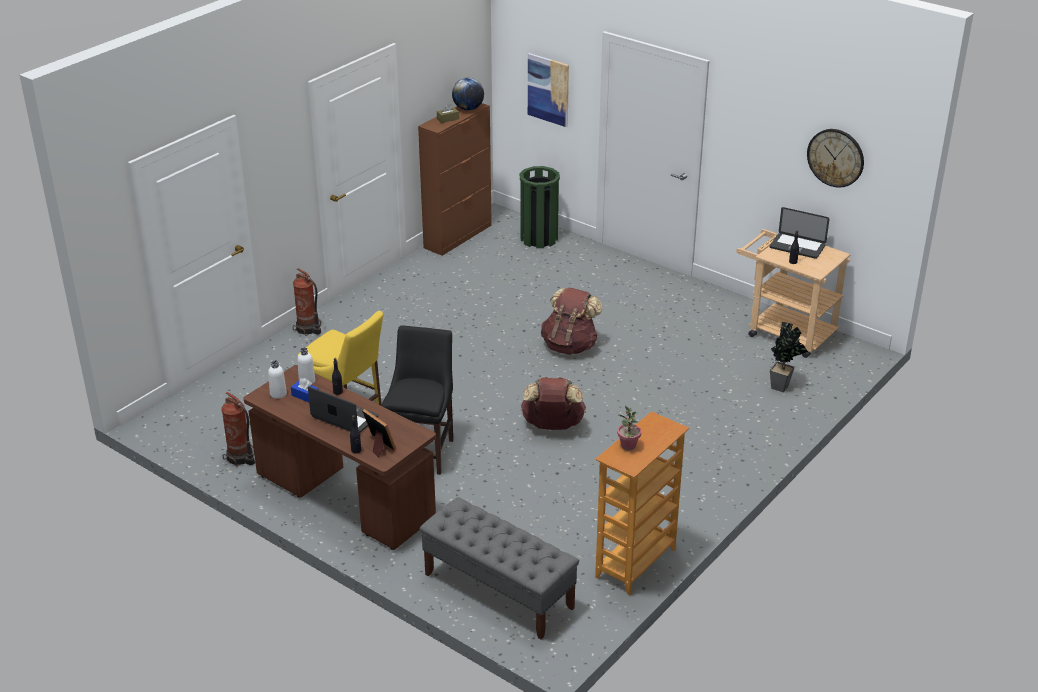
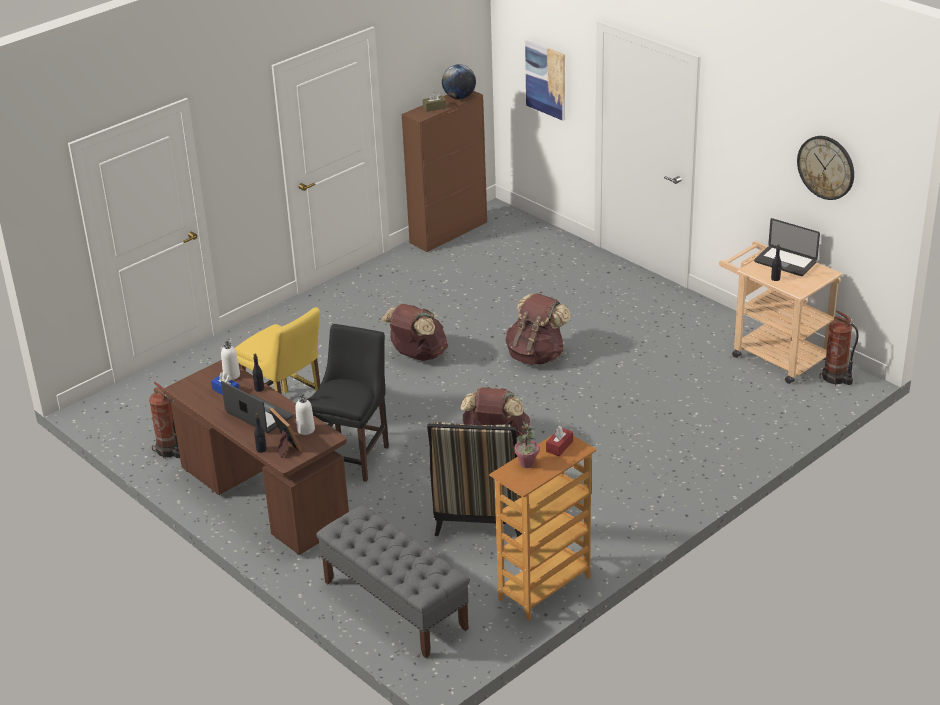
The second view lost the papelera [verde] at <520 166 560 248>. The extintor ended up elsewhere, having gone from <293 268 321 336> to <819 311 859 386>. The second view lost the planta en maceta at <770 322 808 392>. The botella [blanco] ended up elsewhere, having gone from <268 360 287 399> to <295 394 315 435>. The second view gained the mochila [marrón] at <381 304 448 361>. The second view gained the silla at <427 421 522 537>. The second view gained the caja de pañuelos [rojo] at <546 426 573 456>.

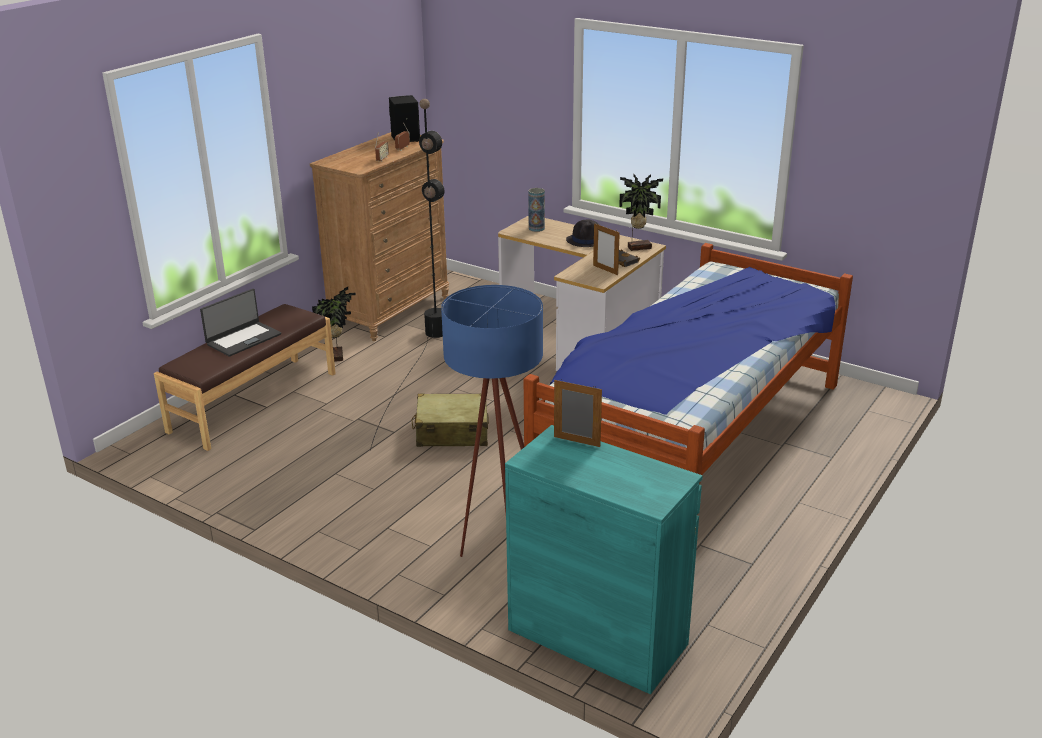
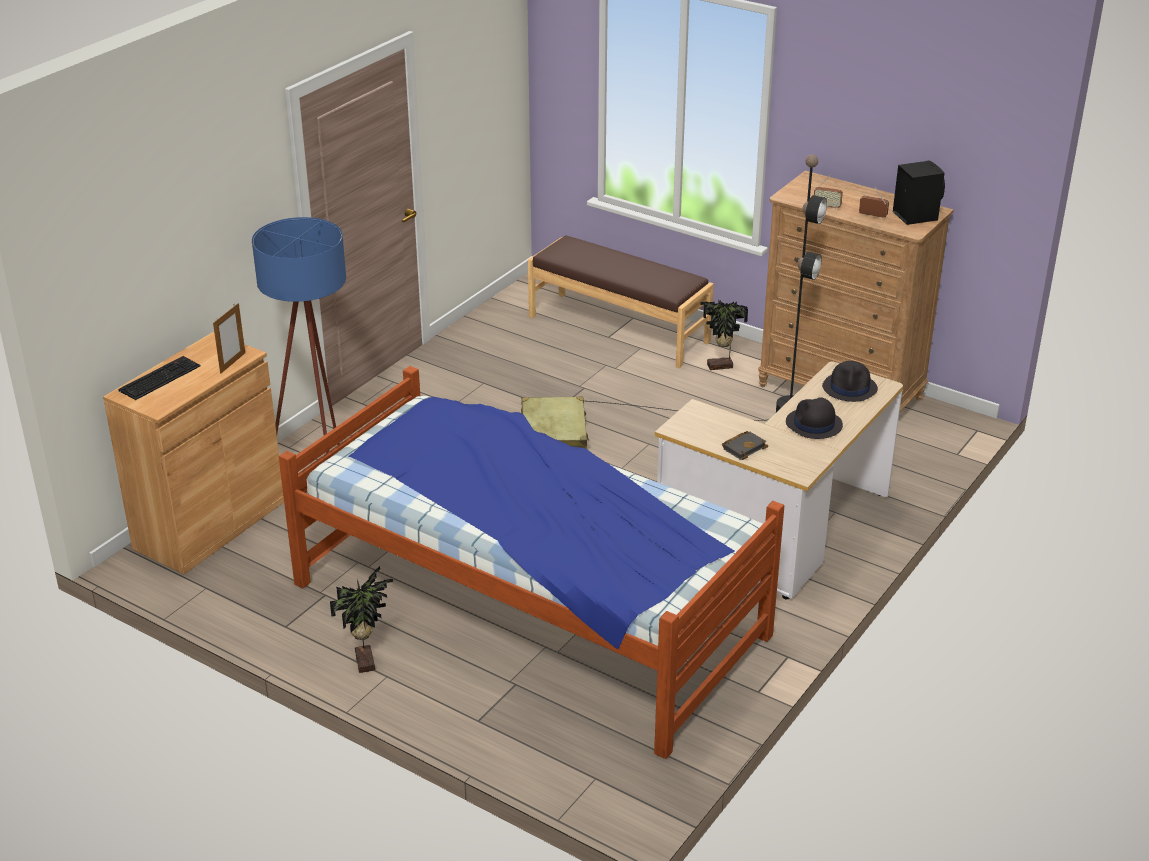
The planta en maceta ended up elsewhere, having gone from <619 173 663 251> to <330 566 393 673>. Where the florero stood at <528 188 545 232>, the sombrero [negro] came to stand at <822 361 878 402>. The second view lost the portarretratos at <593 223 620 275>. The second view lost the portátil at <200 289 281 356>. What was the armario [turquesa] at <505 425 703 694> turned into the armario [marrón] at <103 332 284 574>. The second view gained the teclado at <118 356 200 400>.

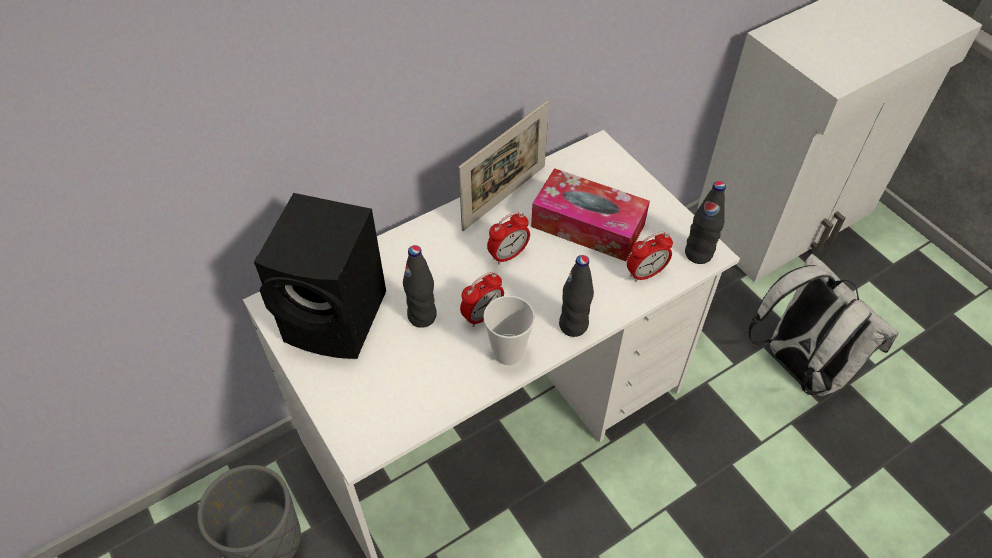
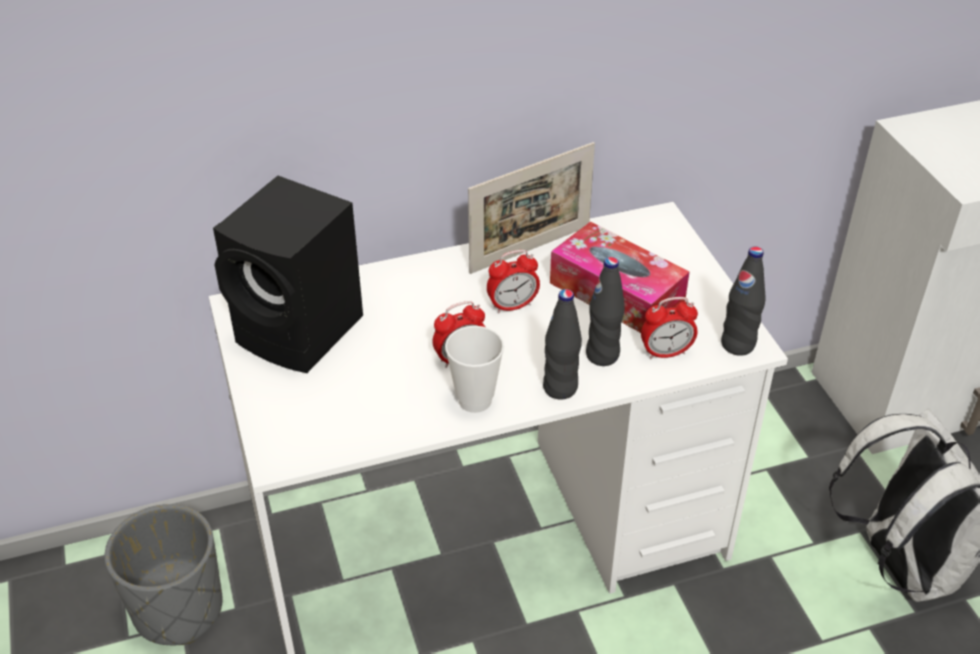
The botella [negro] ended up elsewhere, having gone from <403 245 437 328> to <586 257 625 366>.

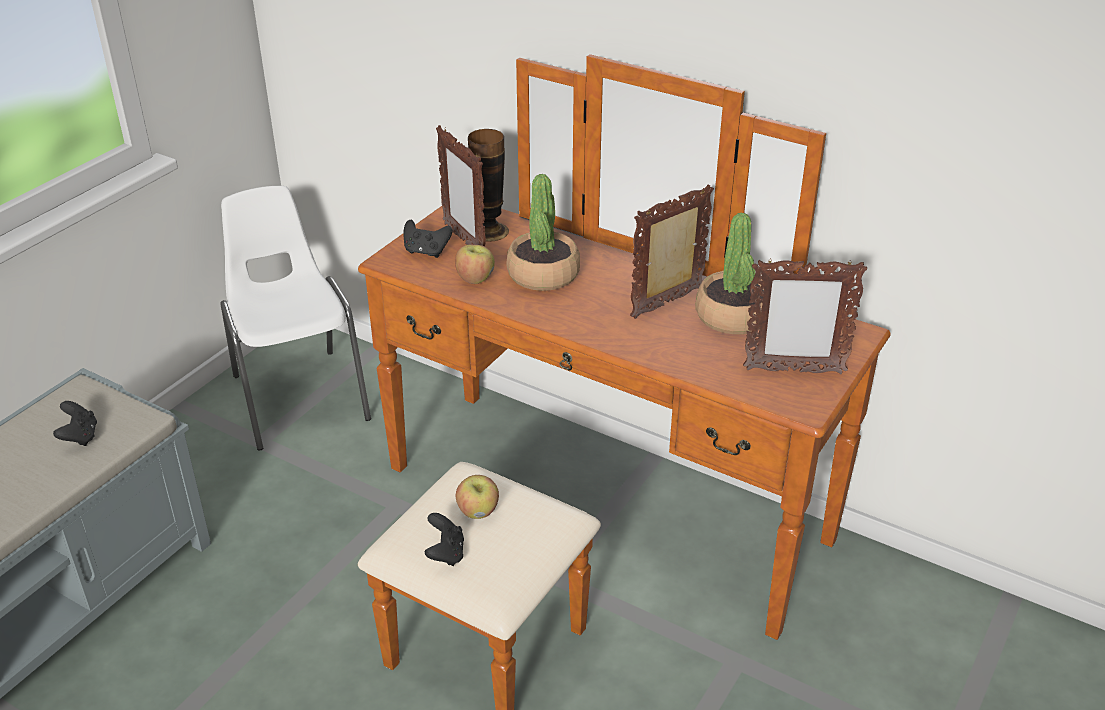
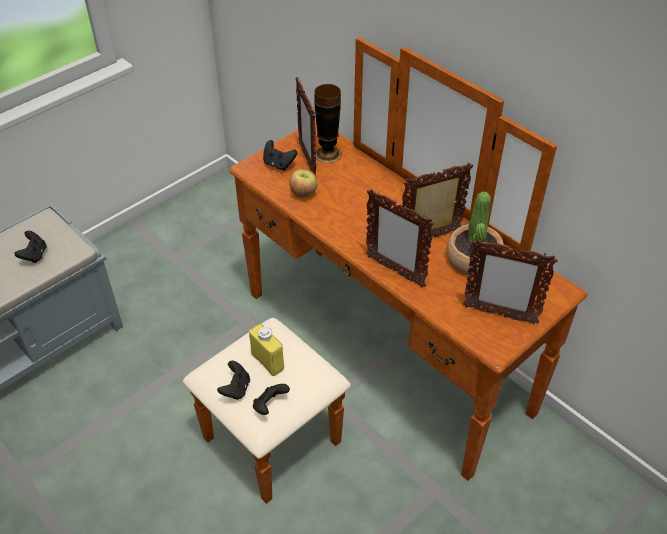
The second view lost the planta en maceta at <507 174 580 291>. The second view lost the silla [blanco] at <220 186 371 451>. Where the manzana stood at <456 475 499 519>, the botella [amarillo] came to stand at <249 324 284 376>. The second view gained the portarretratos at <366 189 434 287>. The second view gained the mando de consola [negro] at <253 384 290 415>.

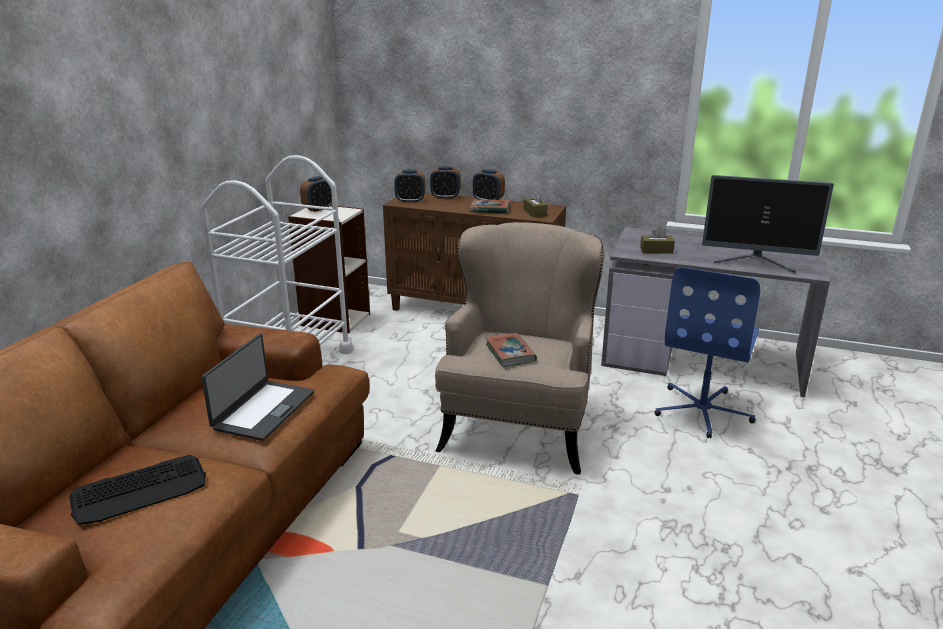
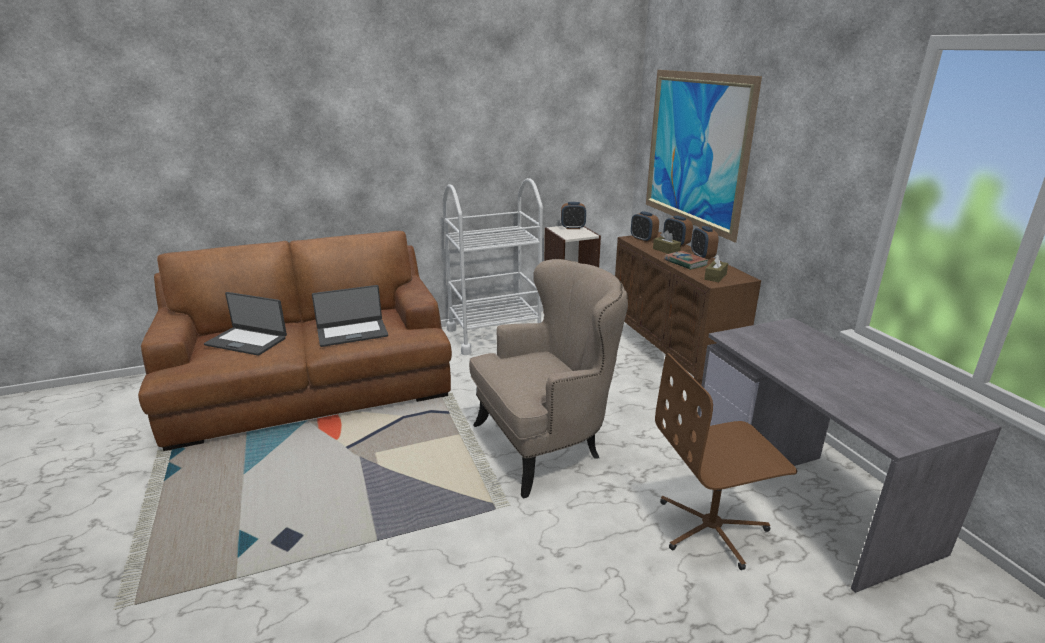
The second view lost the monitor at <702 175 834 273>. The caja de pañuelos [marrón] ended up elsewhere, having gone from <640 226 675 254> to <653 230 681 254>. What was the silla de oficina [azul] at <654 267 760 438> turned into the silla de oficina [marrón] at <655 353 797 570>. The second view lost the libro at <485 333 537 367>. Where the teclado stood at <69 455 206 525>, the portátil came to stand at <204 292 287 356>. The second view gained the cuadro at <646 70 762 243>.

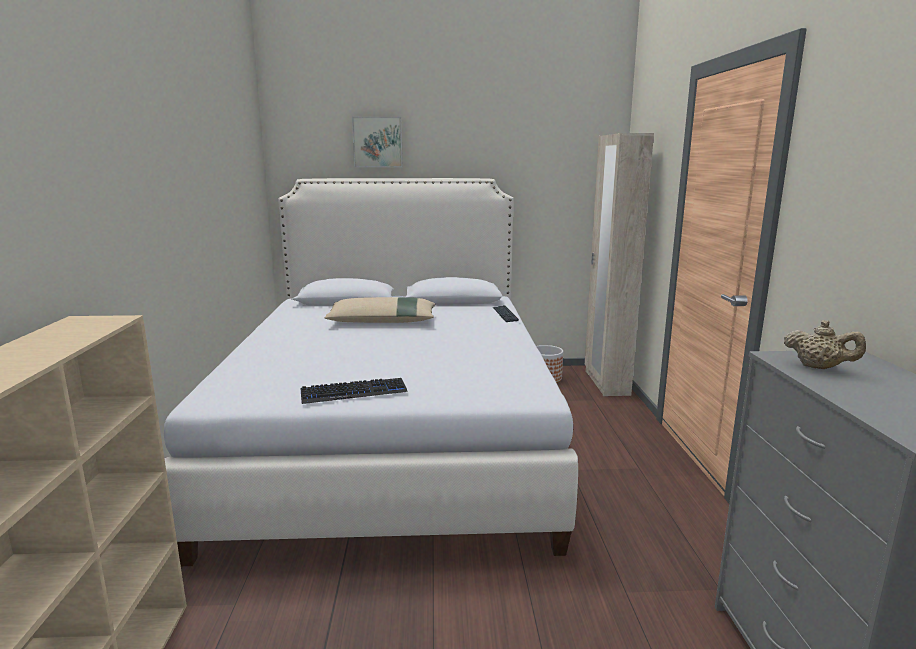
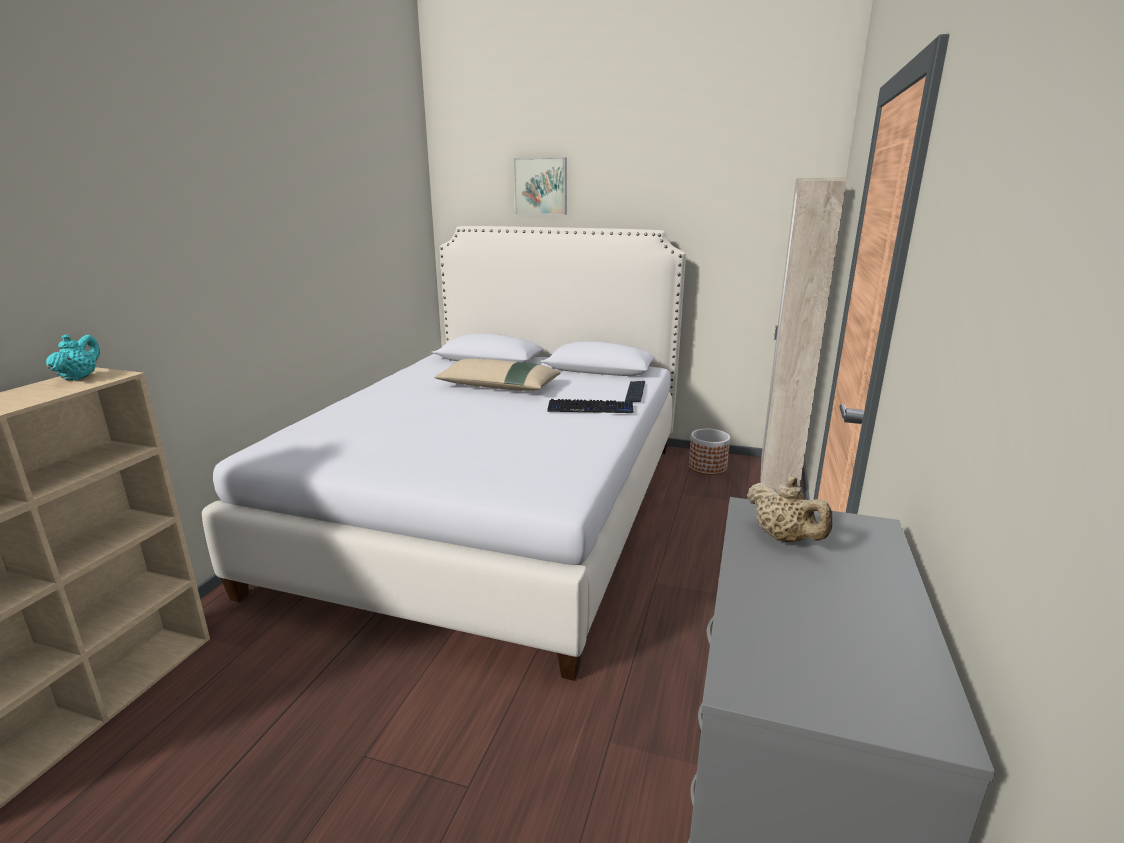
The teclado ended up elsewhere, having gone from <300 378 408 404> to <547 399 634 413>. The second view gained the tetera [turquesa] at <46 334 100 381>.

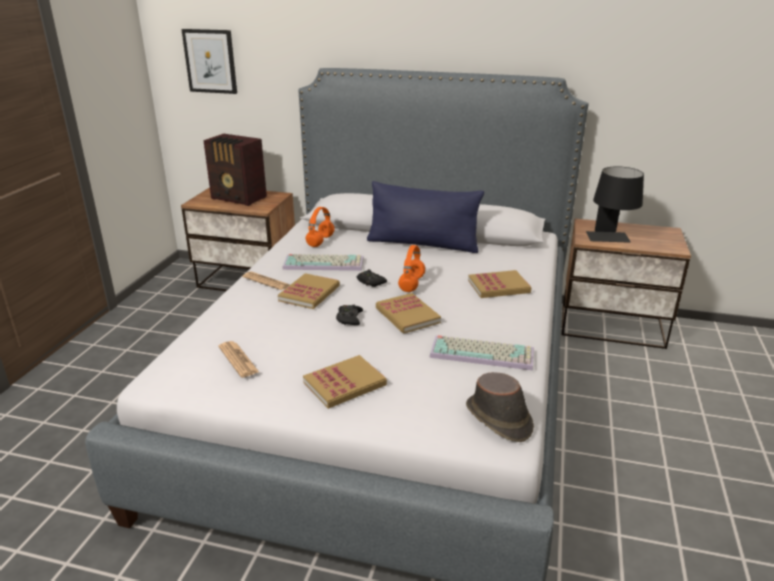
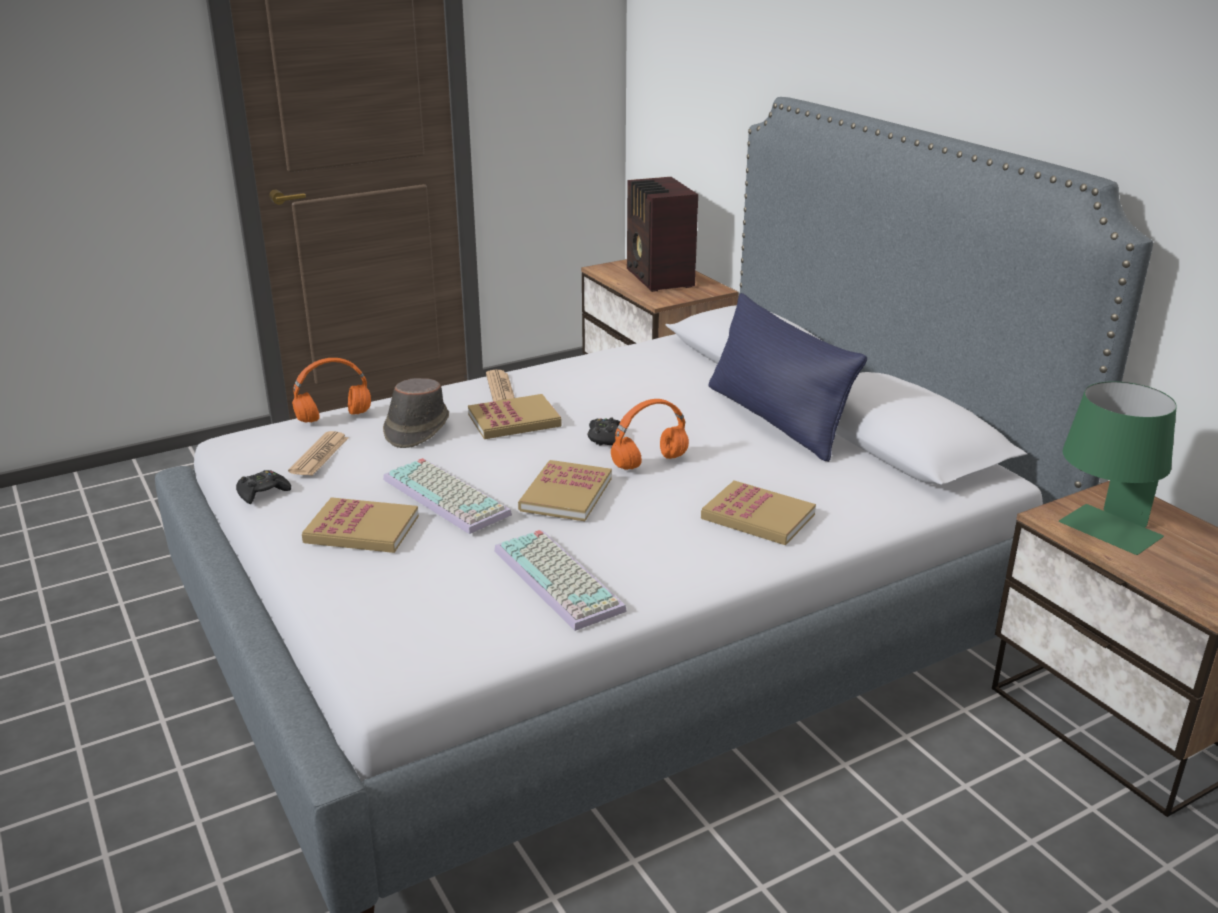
The second view lost the cuadro at <181 29 237 94>. What was the lámpara de mesa [negro] at <586 166 644 243> turned into the lámpara de mesa [verde] at <1059 381 1177 555>. The auriculares [naranja] ended up elsewhere, having gone from <306 207 335 247> to <292 358 371 423>. The teclado ended up elsewhere, having gone from <282 254 364 271> to <383 458 512 534>. The mando de consola [negro] ended up elsewhere, having gone from <336 305 363 325> to <236 470 291 504>. The sombrero [marrón] ended up elsewhere, having gone from <466 372 534 442> to <383 378 449 448>.

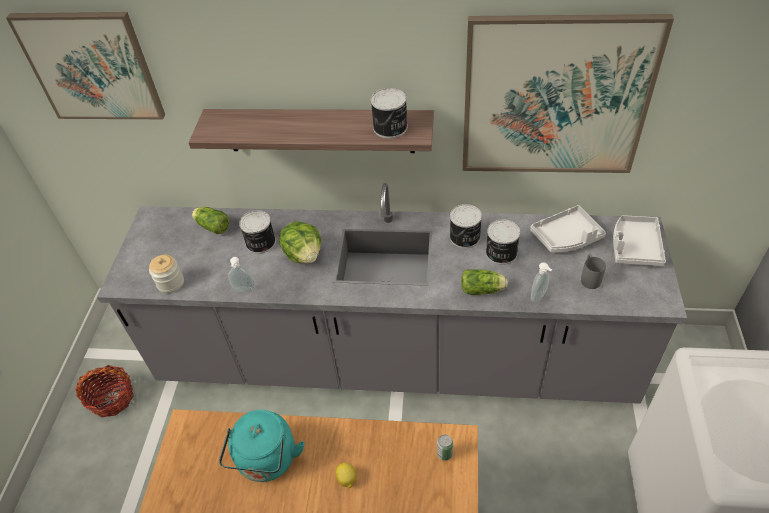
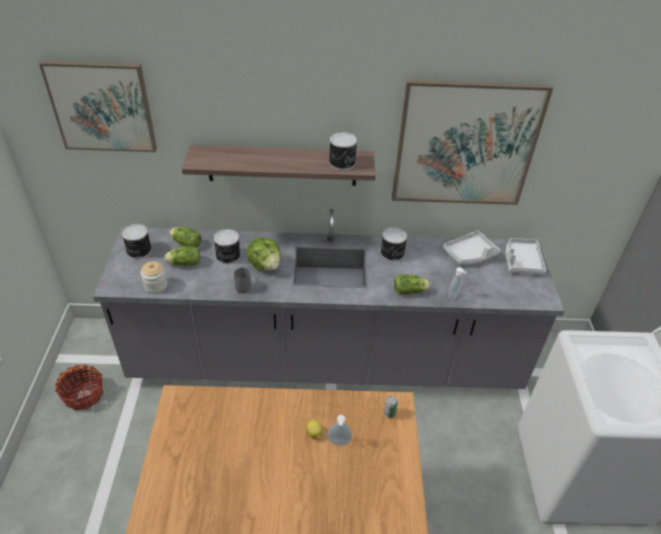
The lata ended up elsewhere, having gone from <486 219 520 265> to <122 224 152 259>. The taza grande [gris] ended up elsewhere, having gone from <581 254 606 289> to <234 266 251 293>. The dispensador de jabón ended up elsewhere, having gone from <228 257 255 293> to <328 415 352 445>. The second view lost the hervidor [turquesa] at <219 410 305 482>. The second view gained the lechuga at <165 246 200 266>.

